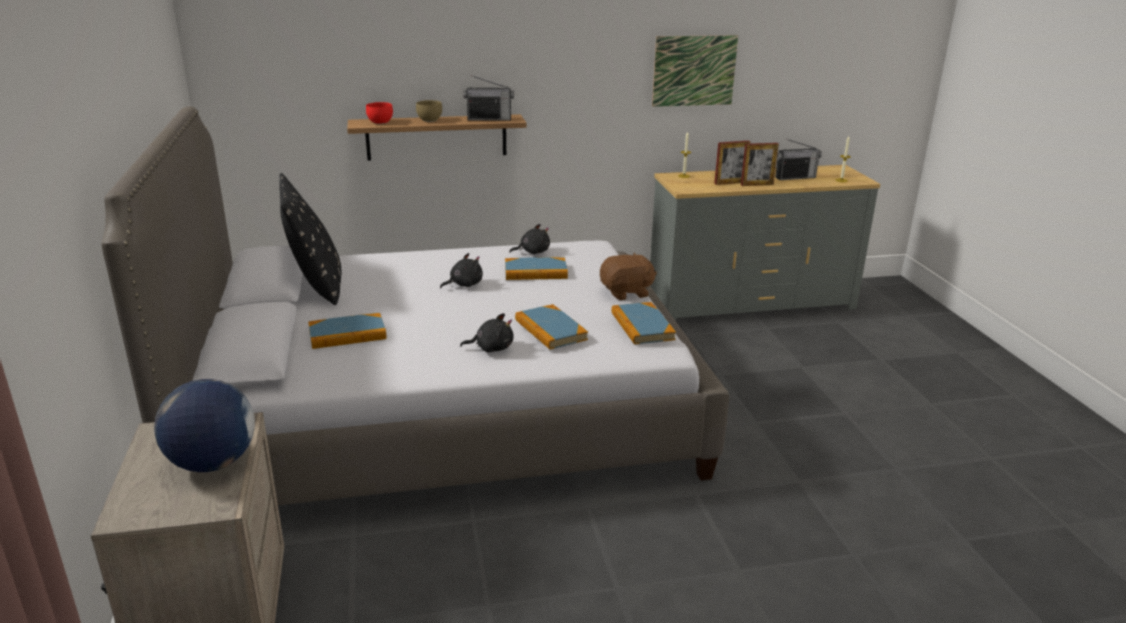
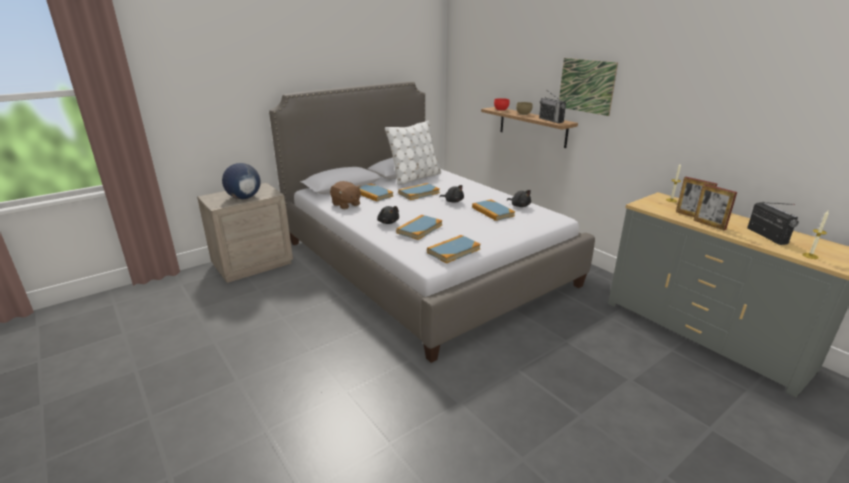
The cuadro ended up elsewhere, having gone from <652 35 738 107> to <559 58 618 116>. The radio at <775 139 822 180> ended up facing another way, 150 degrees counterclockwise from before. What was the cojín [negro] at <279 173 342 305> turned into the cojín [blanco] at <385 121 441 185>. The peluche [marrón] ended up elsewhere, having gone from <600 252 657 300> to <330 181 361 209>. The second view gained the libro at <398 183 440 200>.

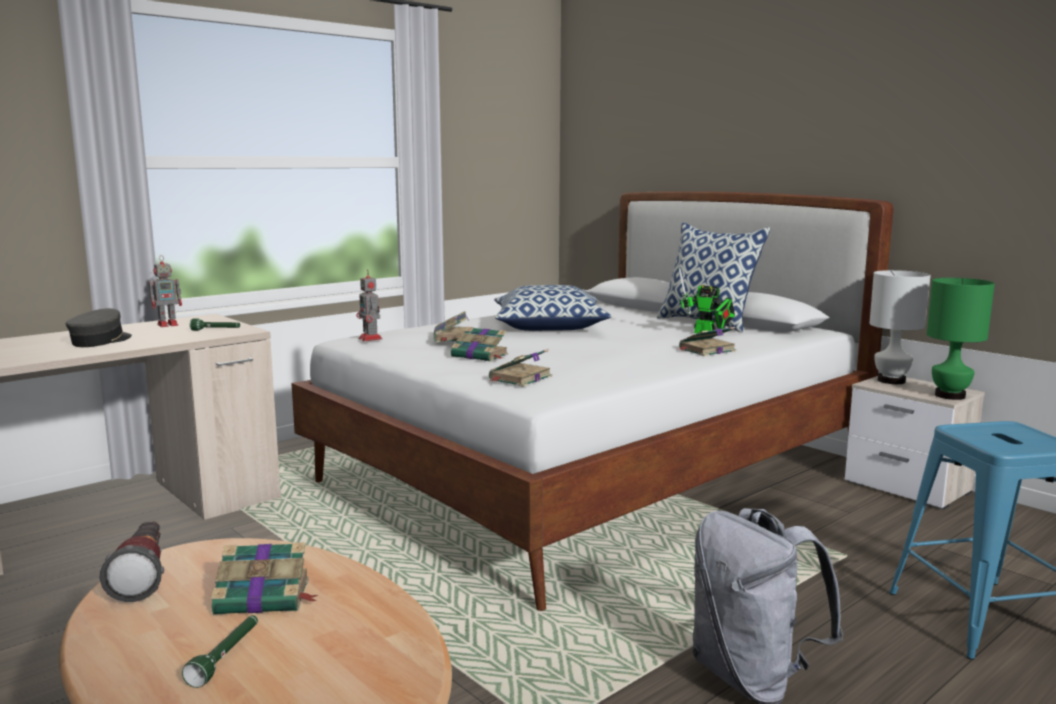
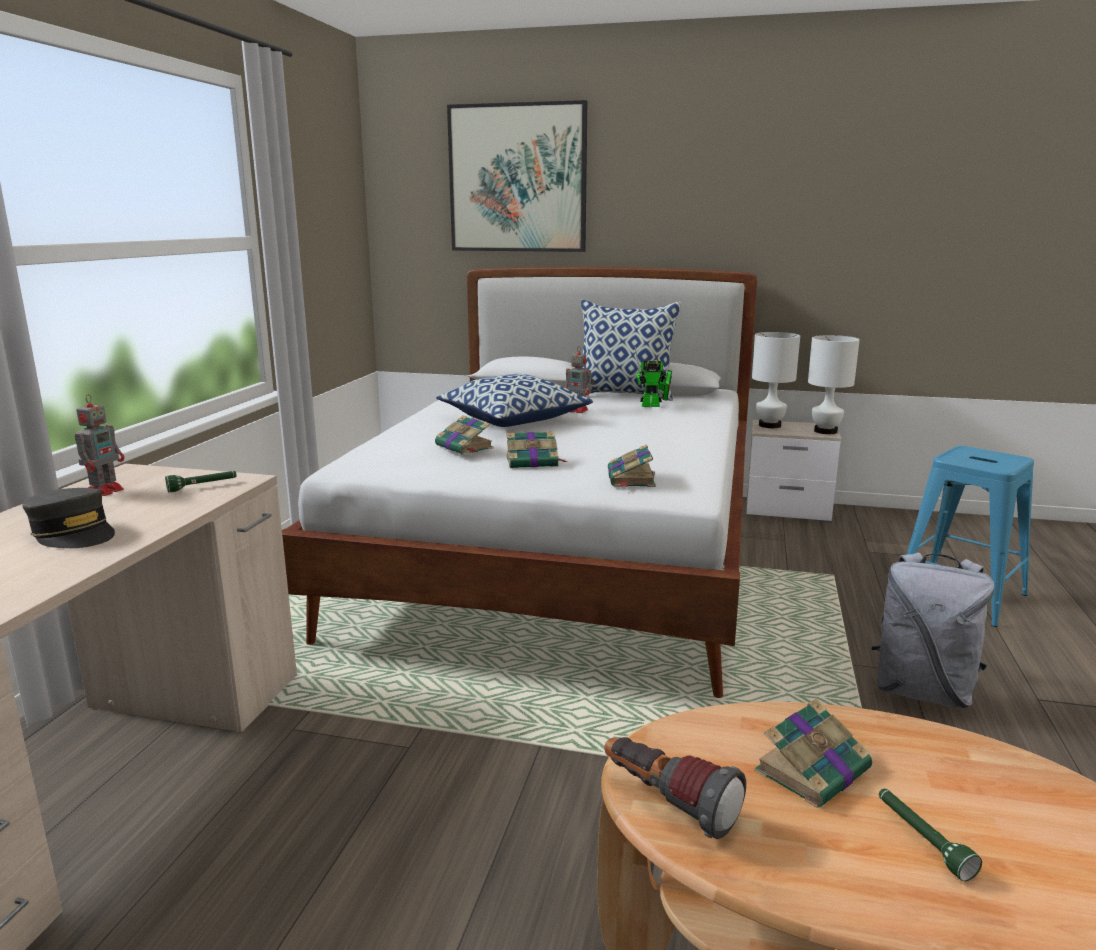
The robot de juguete ended up elsewhere, having gone from <356 269 382 341> to <565 346 594 413>. What was the lámpara de mesa [verde] at <927 278 995 400> turned into the lámpara de mesa [blanco] at <808 335 860 434>. The gorra [gris] at <66 308 132 347> ended up facing another way, 150 degrees clockwise from before. The second view lost the libro at <679 327 736 356>. The second view gained the cuadro at <447 100 587 252>.

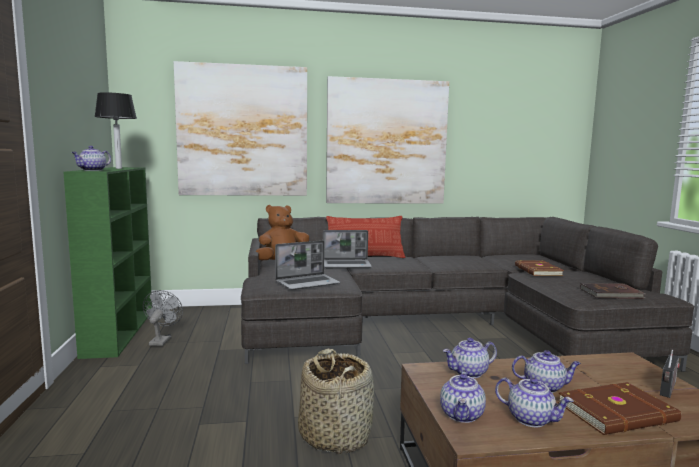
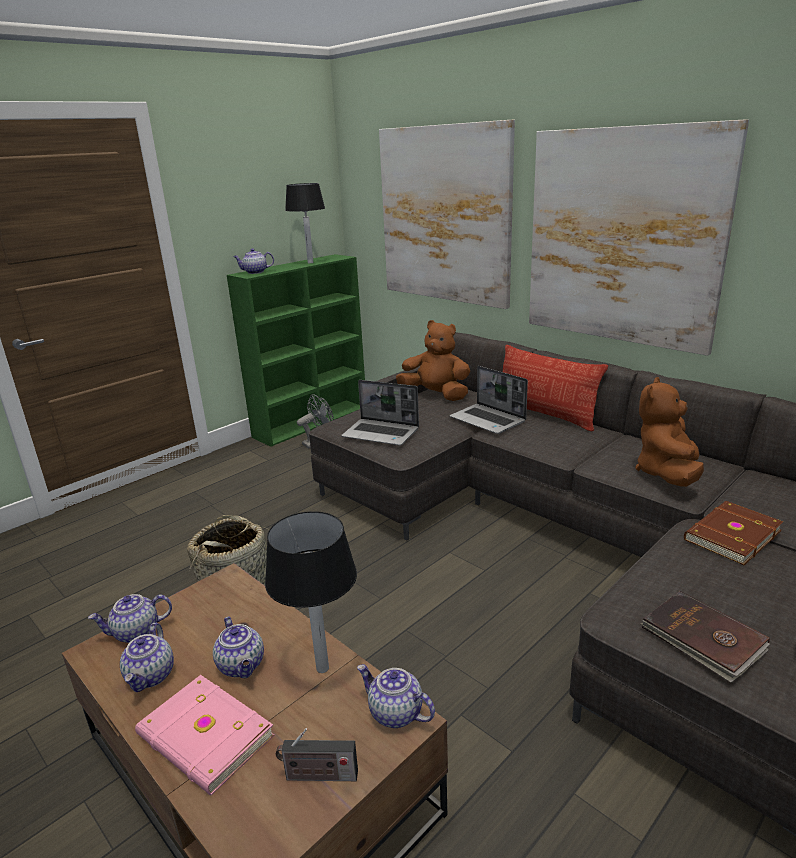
The tetera ended up elsewhere, having gone from <443 338 497 378> to <357 664 435 728>. What was the libro [marrón] at <558 382 681 435> turned into the libro [rosa] at <135 675 275 795>. The second view gained the peluche [marrón] at <635 377 704 487>. The second view gained the lámpara de mesa at <265 511 357 673>.

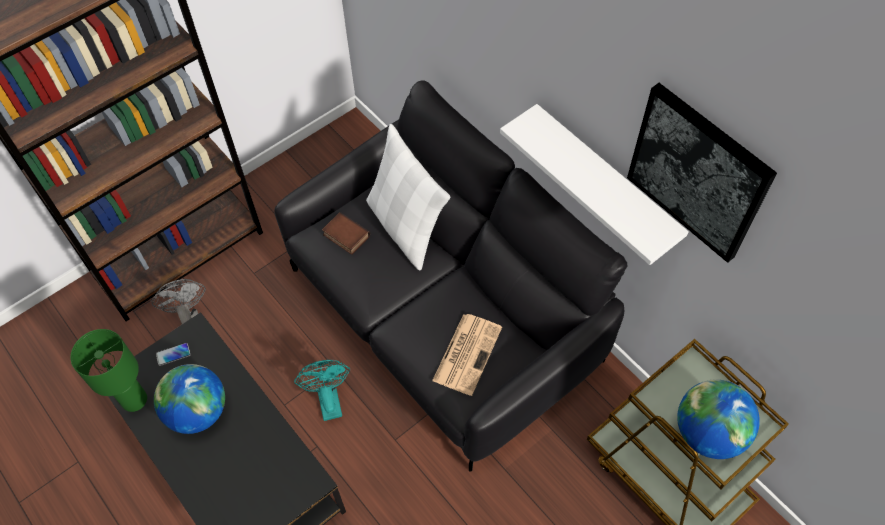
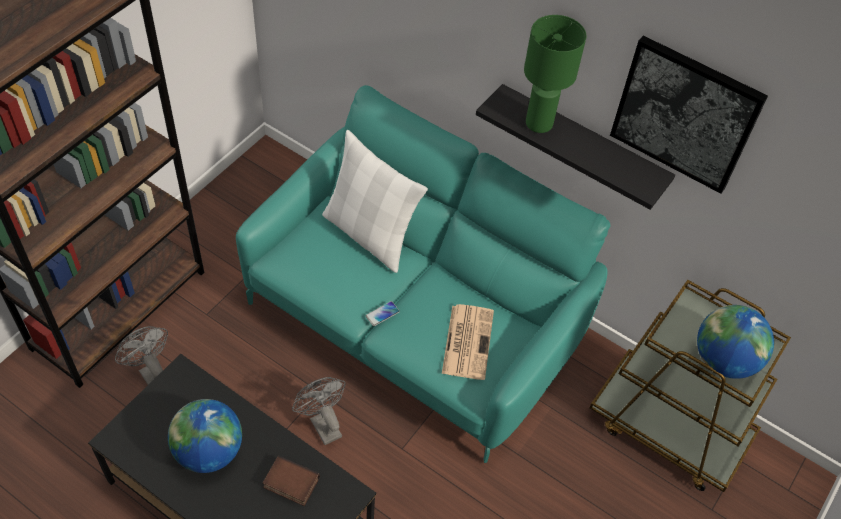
What was the sofá [negro] at <274 80 627 471> turned into the sofá [turquesa] at <236 85 610 463>. What was the estante [blanco] at <500 104 689 265> turned into the estante [negro] at <476 84 675 210>. The libro ended up elsewhere, having gone from <322 212 370 255> to <263 455 320 506>. The lámpara de mesa [verde] ended up elsewhere, having gone from <70 329 147 412> to <524 15 586 133>. The móvil ended up elsewhere, having gone from <156 343 191 366> to <366 301 400 326>. What was the ventilador [turquesa] at <294 360 350 421> turned into the ventilador [gris] at <292 377 346 445>.

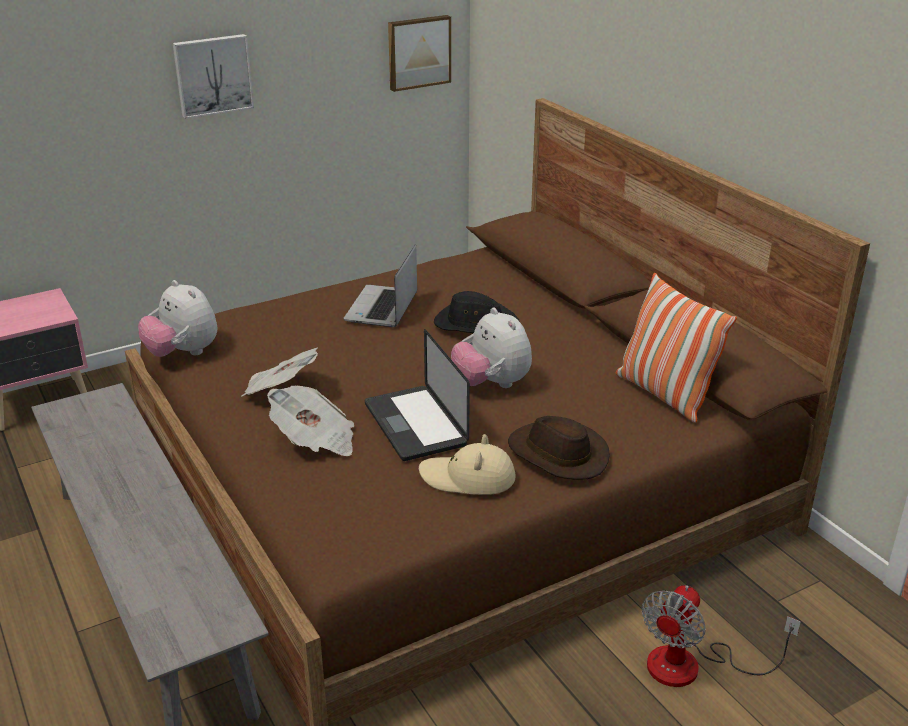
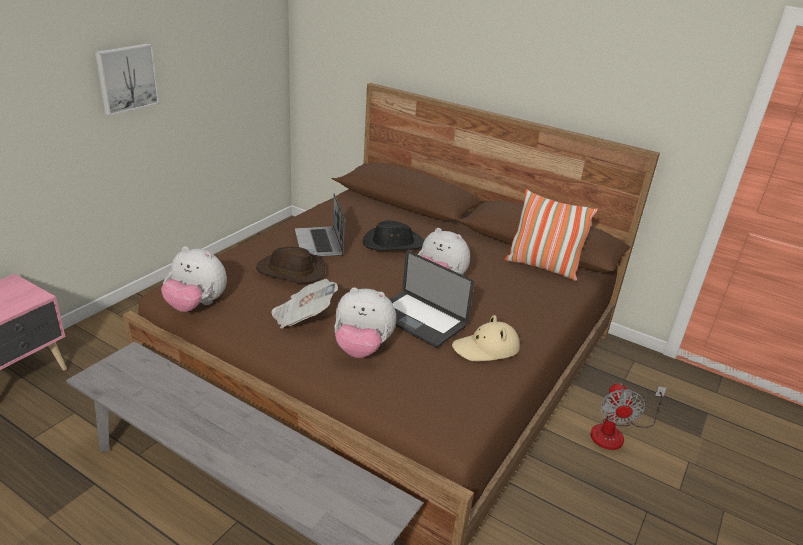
The second view lost the cuadro at <388 15 451 92>. Where the periódico stood at <267 386 354 456>, the peluche came to stand at <335 287 396 358>. The sombrero [marrón] ended up elsewhere, having gone from <508 416 610 480> to <256 247 325 283>.

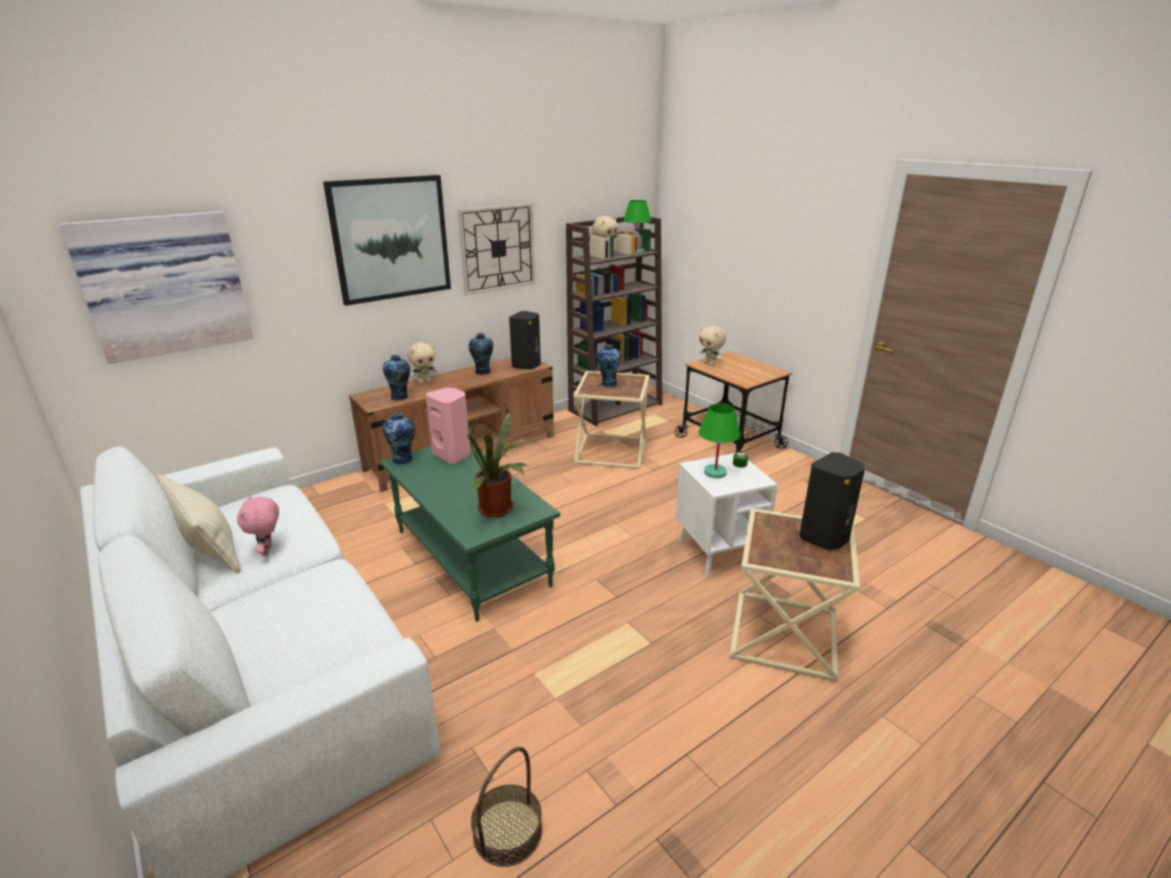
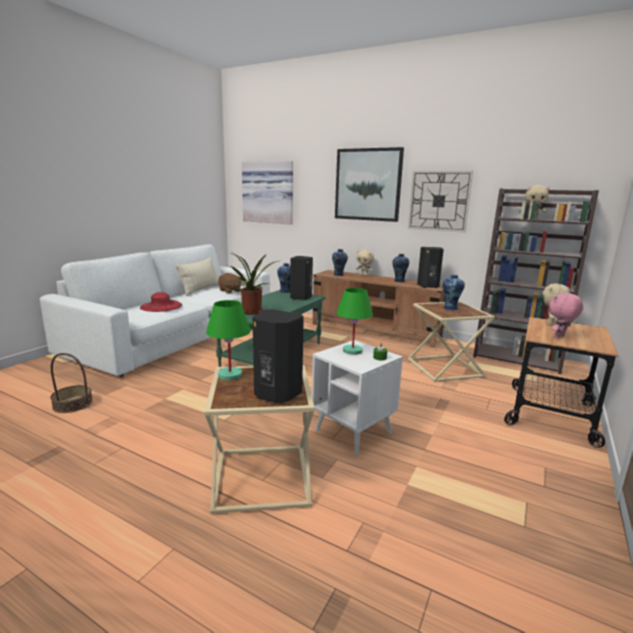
The lámpara de mesa [verde] ended up elsewhere, having gone from <623 200 651 254> to <206 300 251 380>. What was the altavoz [rosa] at <426 388 471 463> turned into the altavoz [negro] at <290 256 313 300>. The peluche [rosa] ended up elsewhere, having gone from <237 495 279 556> to <549 293 583 338>. The second view gained the peluche [marrón] at <218 273 242 293>. The second view gained the sombrero [rojo] at <140 292 182 312>.

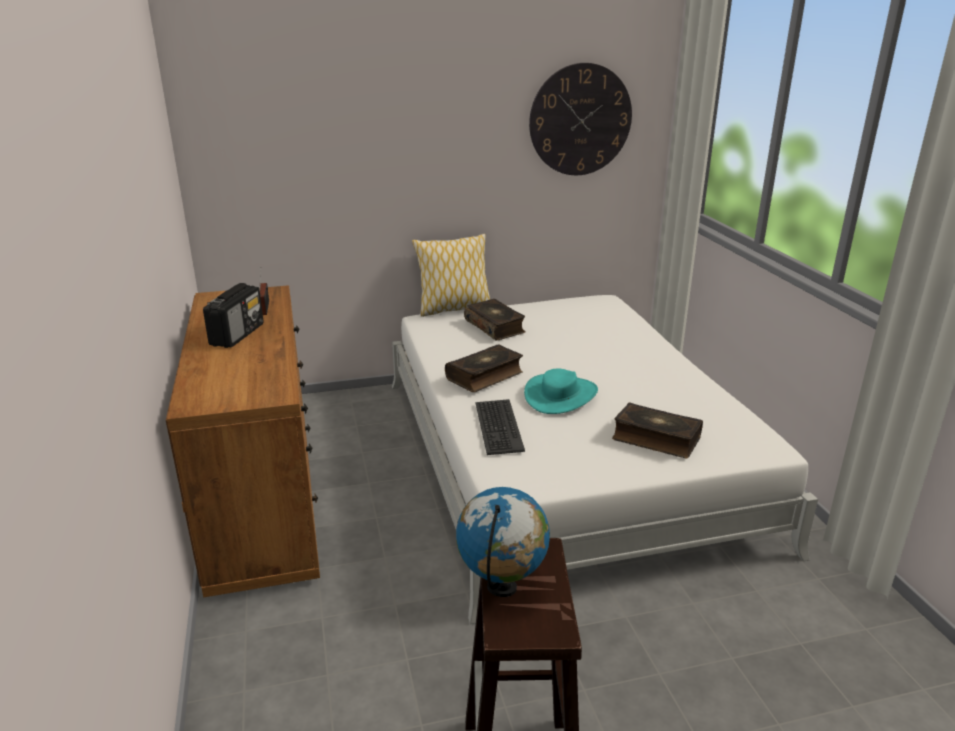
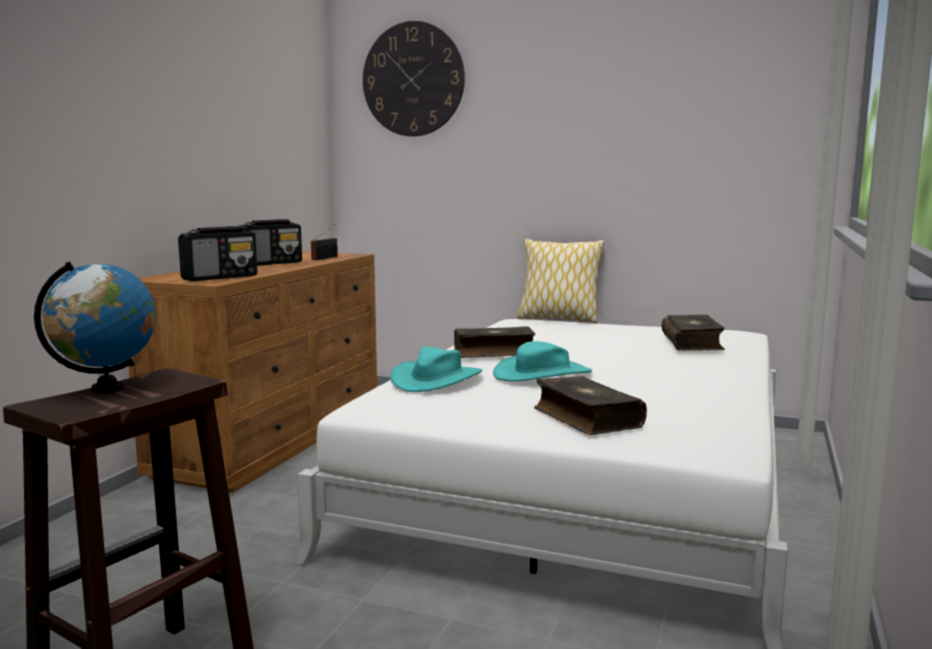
The reloj de pared ended up elsewhere, having gone from <529 63 632 175> to <363 21 465 136>. The libro ended up elsewhere, having gone from <464 299 526 341> to <662 315 725 351>. Where the teclado stood at <476 399 525 455>, the sombrero [turquesa] came to stand at <390 346 482 392>. The second view gained the radio at <178 226 257 281>.

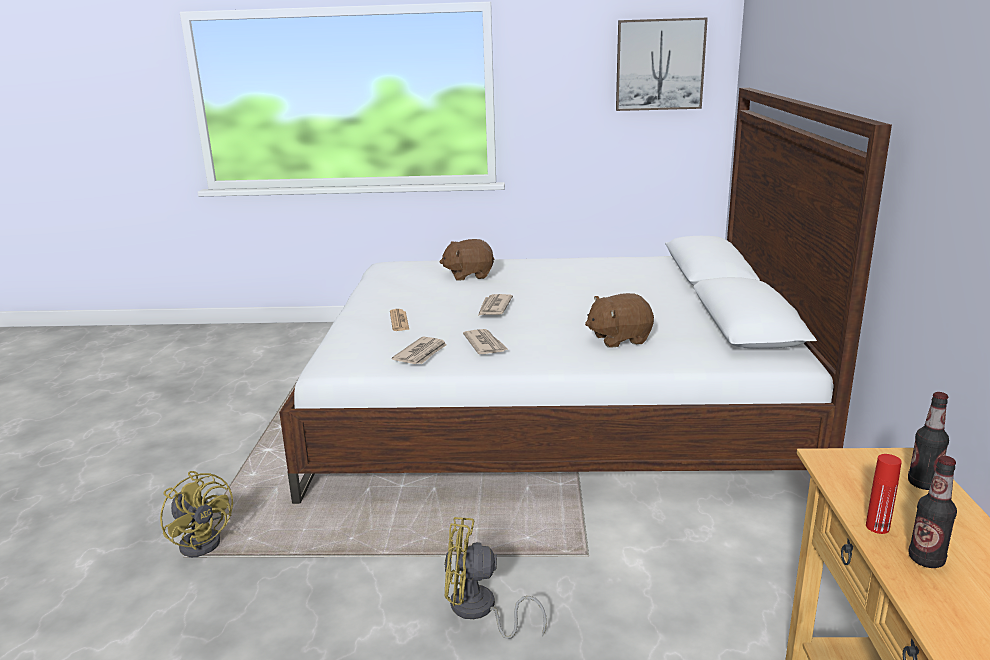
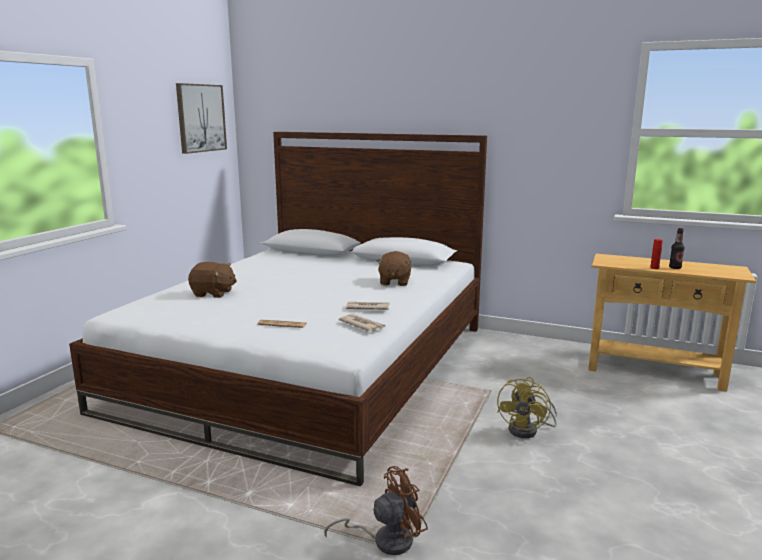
The peluche [marrón] at <440 239 494 281> ended up facing another way, 90 degrees counterclockwise from before. The second view lost the periódico at <478 294 513 316>. The second view lost the botella at <908 392 949 490>. What was the ventilador [amarillo] at <160 471 233 558> turned into the ventilador [marrón] at <324 466 428 555>.

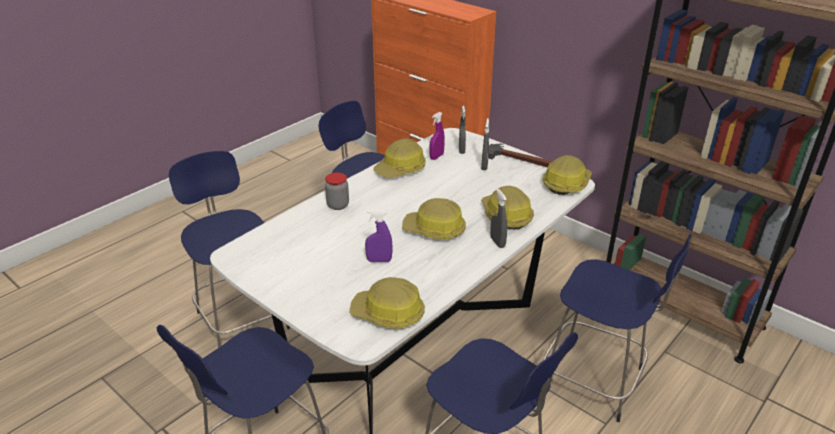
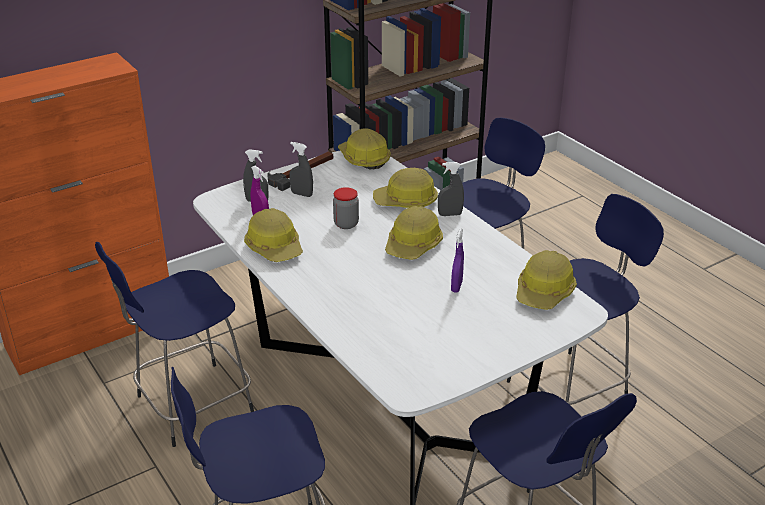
The tarro ended up elsewhere, having gone from <325 173 349 210> to <333 187 359 229>.

